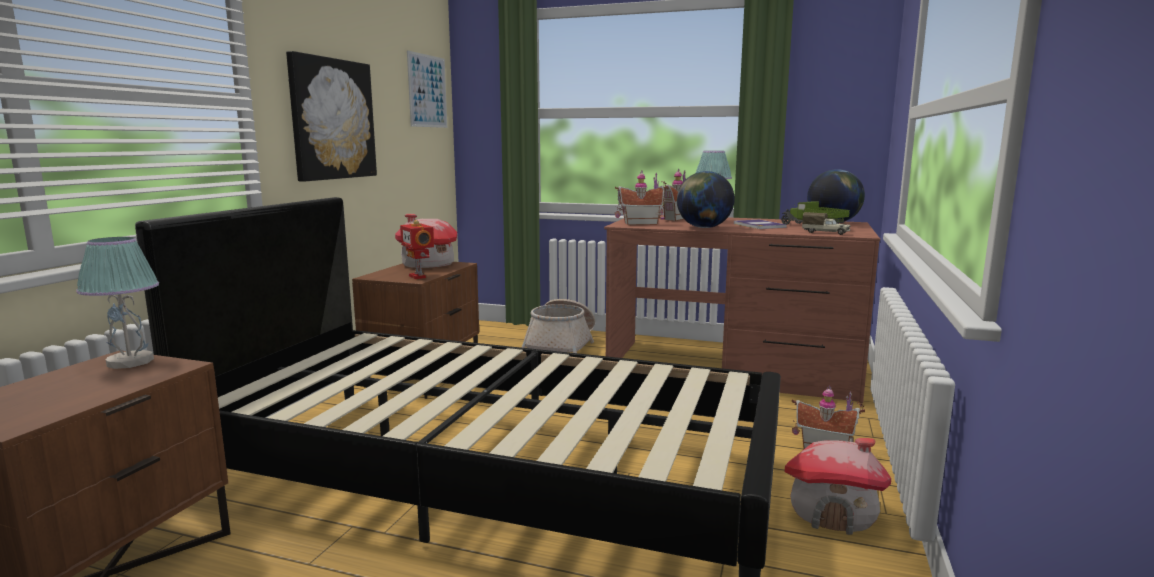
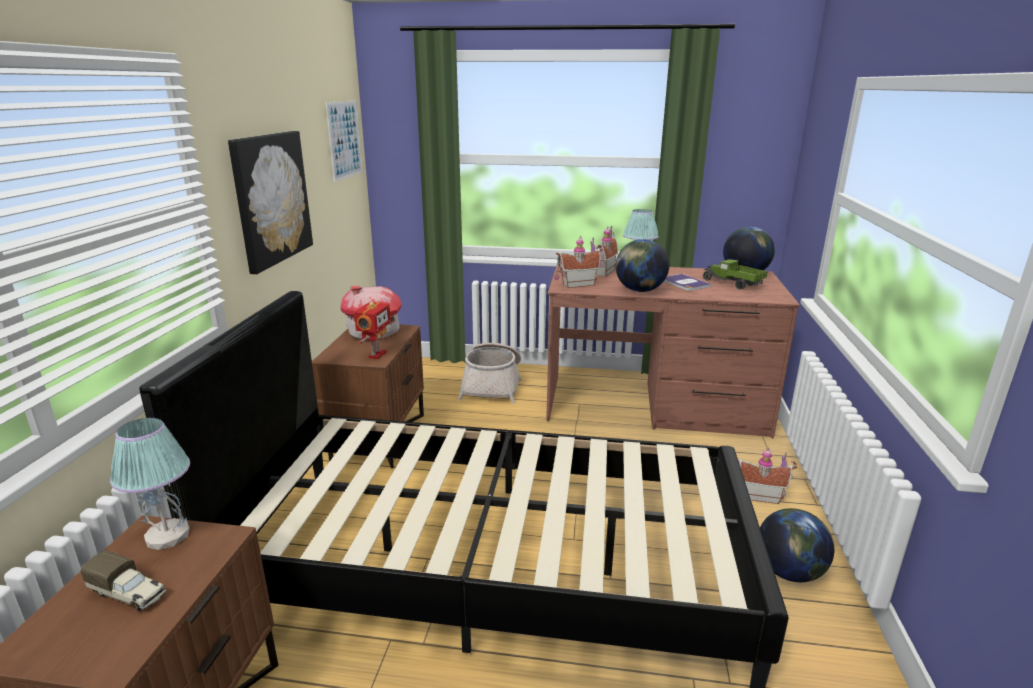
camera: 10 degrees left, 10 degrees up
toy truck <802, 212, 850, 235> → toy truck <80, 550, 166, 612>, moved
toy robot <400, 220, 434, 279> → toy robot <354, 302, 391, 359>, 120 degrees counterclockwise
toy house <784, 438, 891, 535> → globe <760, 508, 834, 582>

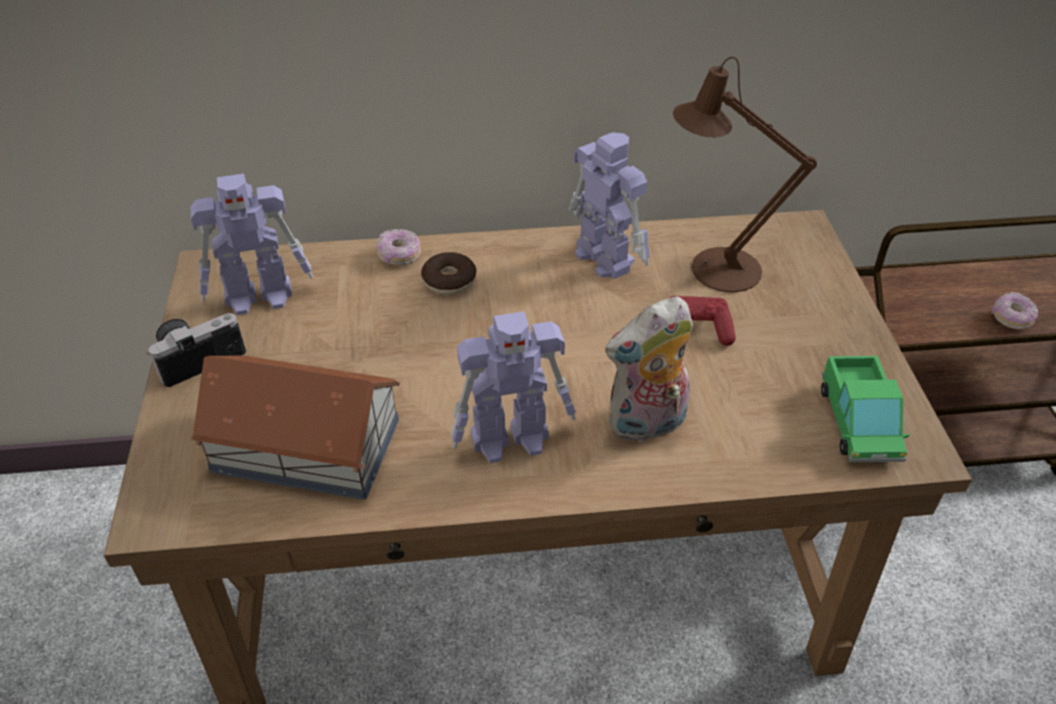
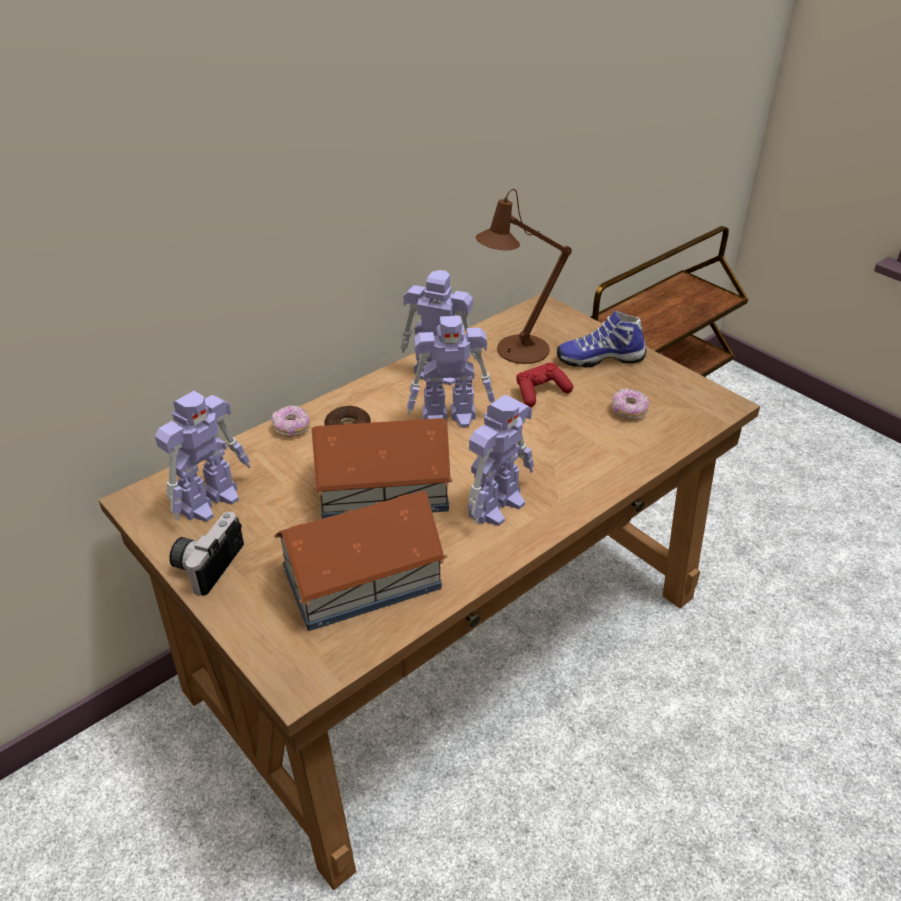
camera: 35 degrees left, 5 degrees down
donut <992, 292, 1039, 329> → donut <612, 388, 649, 420>, moved
plush toy <605, 296, 693, 442> → -
toy truck <821, 356, 910, 462> → -
- → shoe <557, 311, 646, 367>
- → toy robot <407, 316, 495, 428>
- → toy house <312, 418, 453, 519>

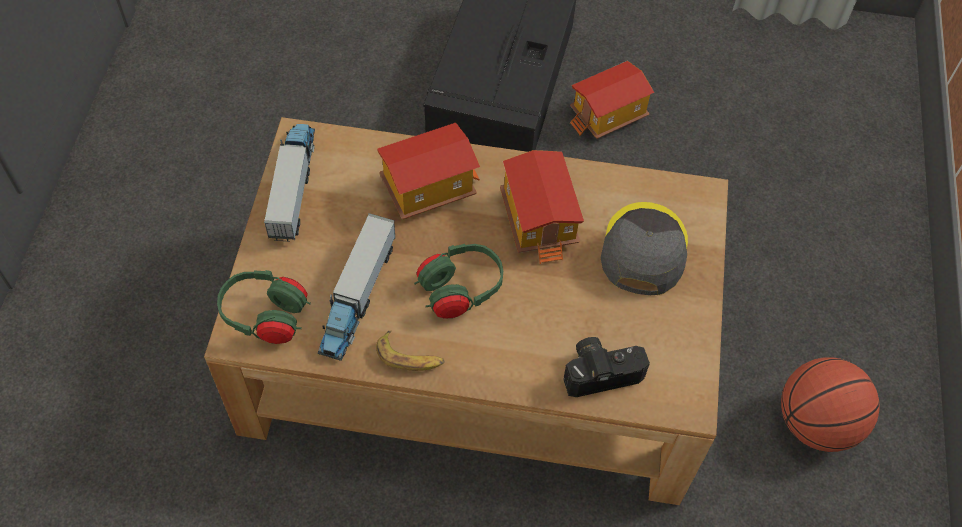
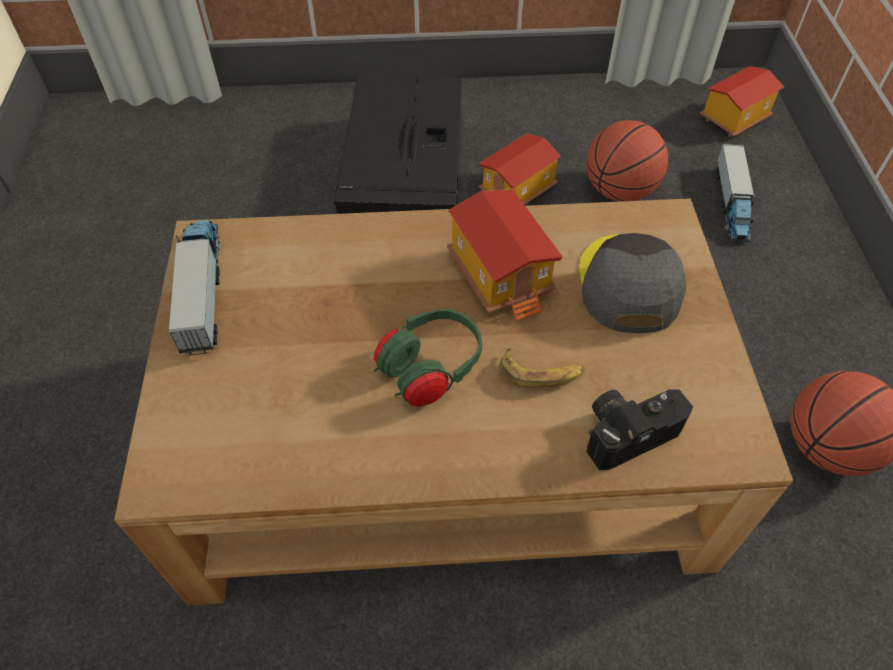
camera: 10 degrees left, 5 degrees down
toy house <377, 123, 480, 220> → toy house <700, 66, 784, 137>, moved
toy truck <318, 213, 395, 361> → toy truck <716, 144, 755, 243>, moved
green headphones <217, 270, 311, 344> → -
banana <376, 331, 445, 371> → banana <499, 348, 585, 388>, moved
- → basketball <586, 120, 668, 202>

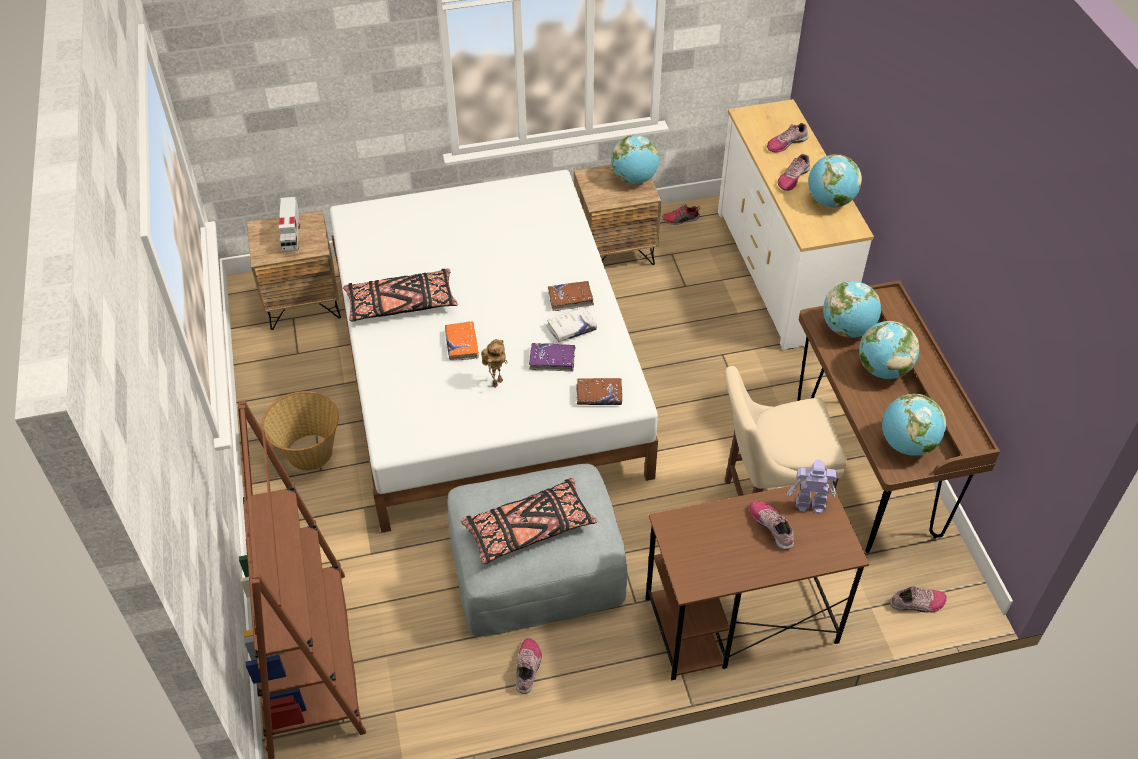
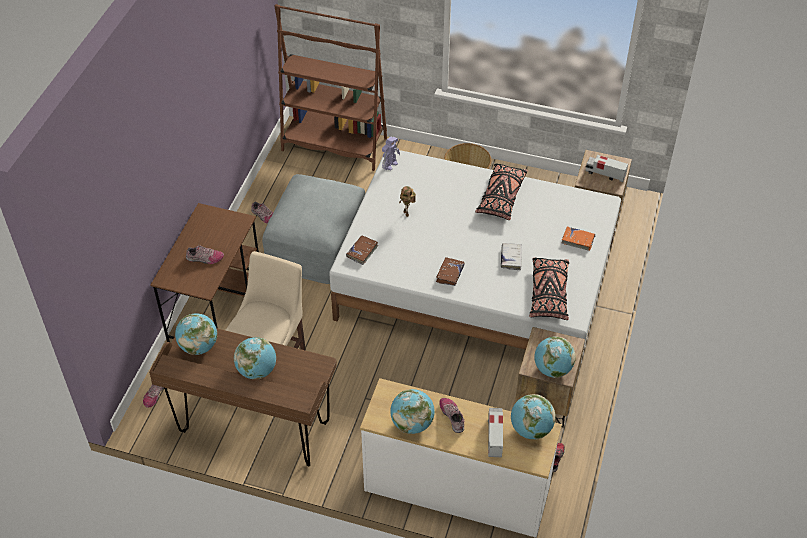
camera: 120 degrees right, 0 degrees up
shoe <767, 123, 808, 153> → toy truck <488, 408, 503, 457>
globe <823, 281, 881, 338> → globe <511, 394, 556, 440>, moved
white book <546, 307, 597, 342> → white book <501, 243, 522, 270>, moved
orange book <445, 321, 479, 360> → orange book <561, 227, 595, 251>, moved
purple book <529, 343, 576, 372> → -
toy robot <786, 459, 837, 514> → toy robot <382, 137, 400, 170>, moved
black pillow <461, 478, 597, 564> → black pillow <529, 257, 569, 320>, moved

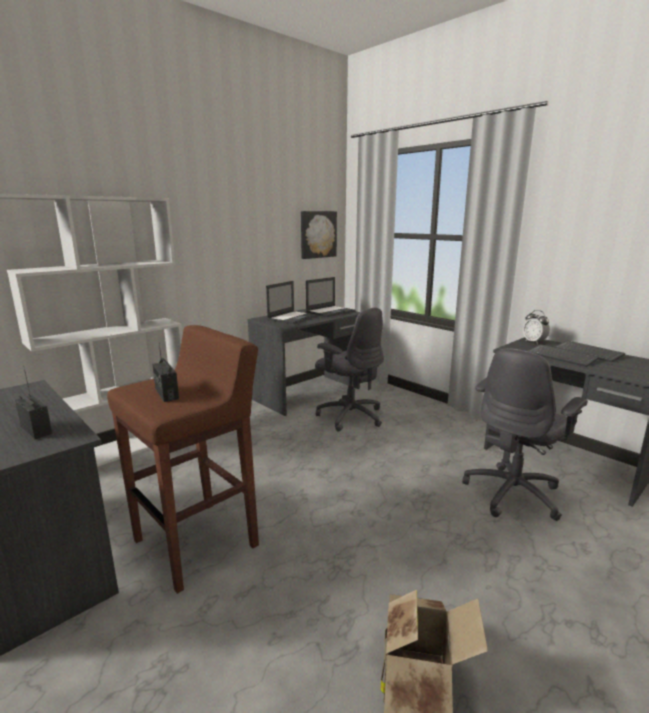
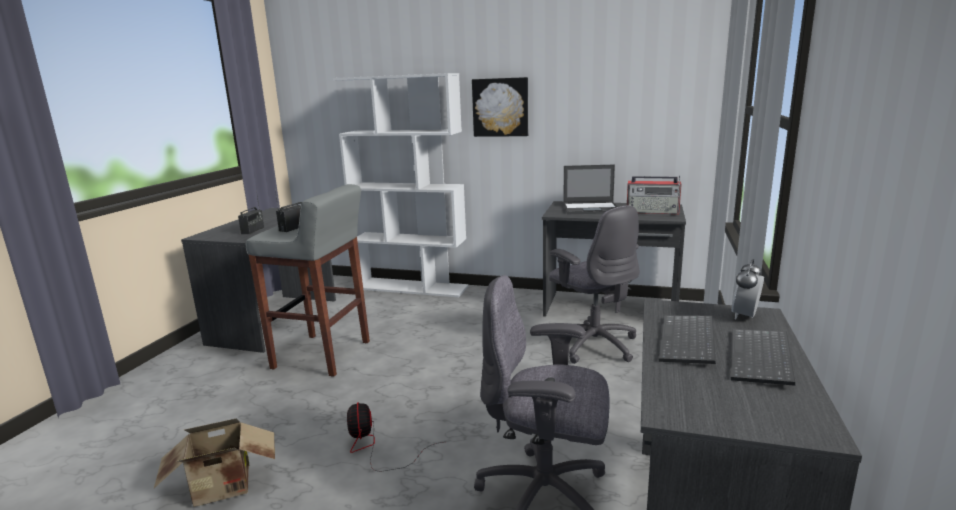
camera: 60 degrees right, 0 degrees up
picture <301, 211, 337, 259> → picture <472, 77, 528, 137>, moved
laptop <306, 277, 355, 317> → radio <627, 176, 682, 214>
grey office chair <315, 308, 384, 432> → grey office chair <549, 205, 640, 364>, 45 degrees counterclockwise
brown stool <107, 325, 259, 594> → grey stool <246, 184, 370, 377>
- → fan <347, 402, 443, 472>

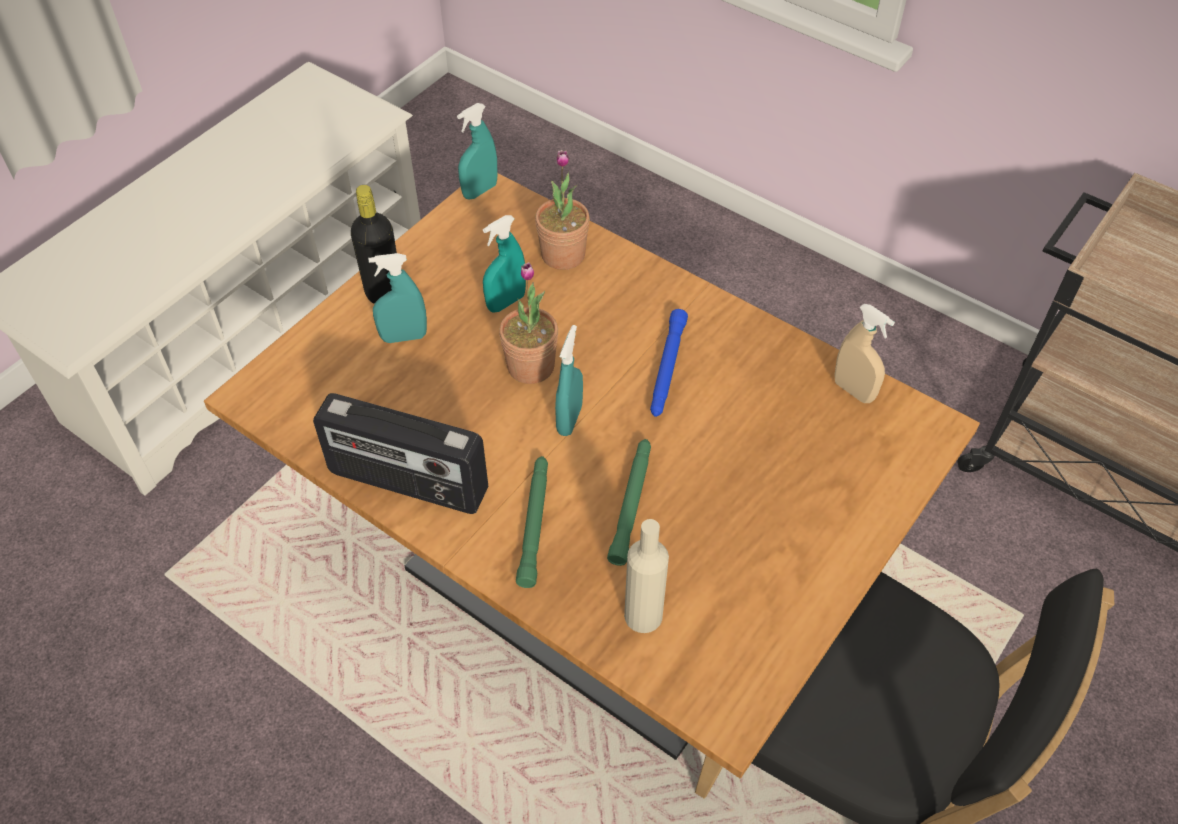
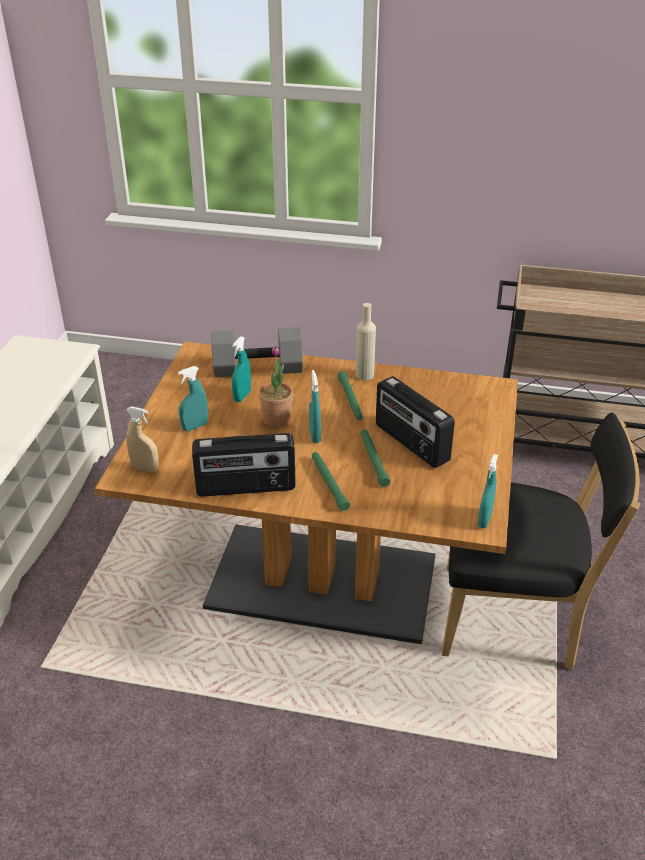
camera: 25 degrees left, 15 degrees down
turquoise spray bottle <457, 103, 497, 200> → turquoise spray bottle <478, 454, 498, 528>, moved
potted plant <535, 150, 590, 270> → grey dumbbell <211, 327, 303, 377>
black bottle <351, 185, 397, 304> → -
beige spray bottle <834, 304, 895, 403> → beige spray bottle <126, 406, 159, 472>, moved
blue flashlight <650, 309, 688, 417> → green flashlight <337, 371, 363, 420>
beige bottle <624, 519, 669, 633> → beige bottle <356, 303, 376, 380>, moved
- → radio <376, 376, 455, 468>

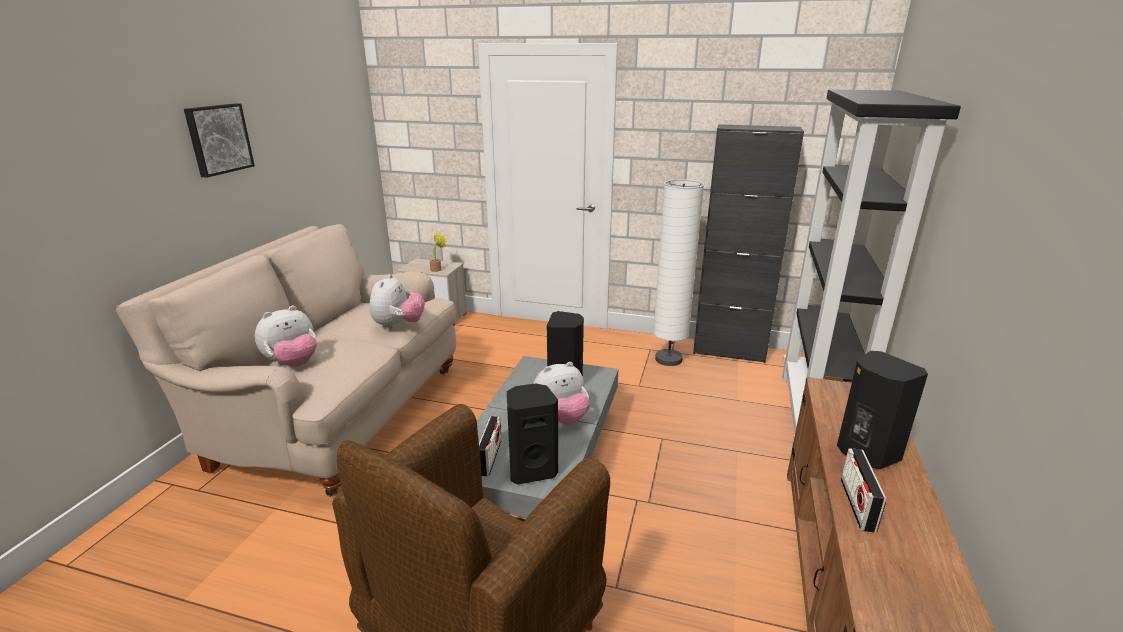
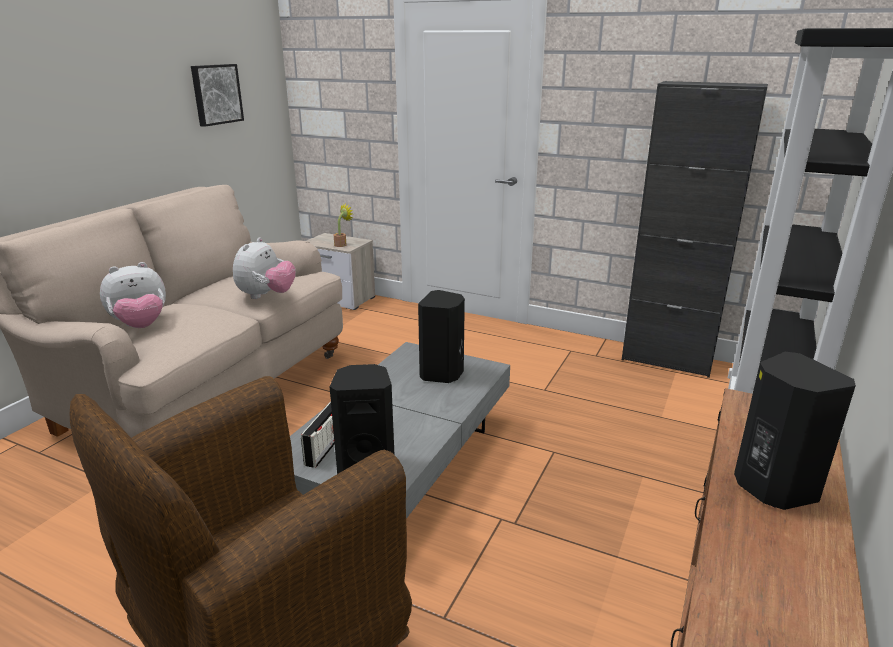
camera: 10 degrees right, 0 degrees up
picture <184, 103, 255, 178> → picture <191, 64, 244, 127>, moved
white floor lamp <653, 179, 704, 366> → -
plush toy <533, 362, 590, 425> → -
radio <841, 448, 886, 532> → -

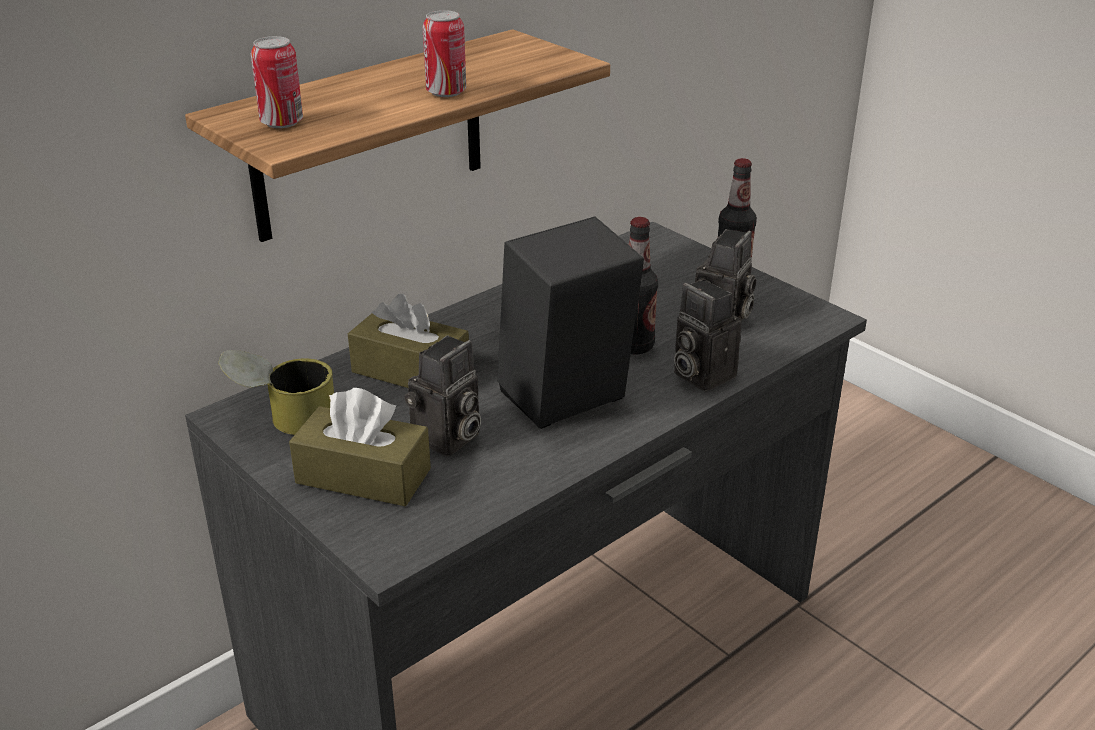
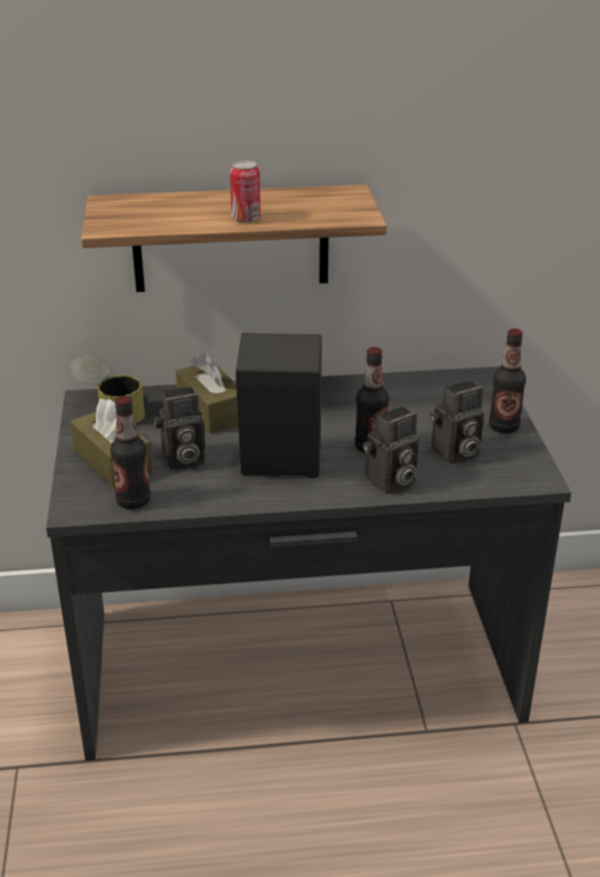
camera: 35 degrees right, 0 degrees up
can <251, 36, 303, 128> → -
photo camera <674, 279, 741, 392> → photo camera <363, 406, 419, 494>, 120 degrees counterclockwise
- → bottle <110, 396, 151, 509>

